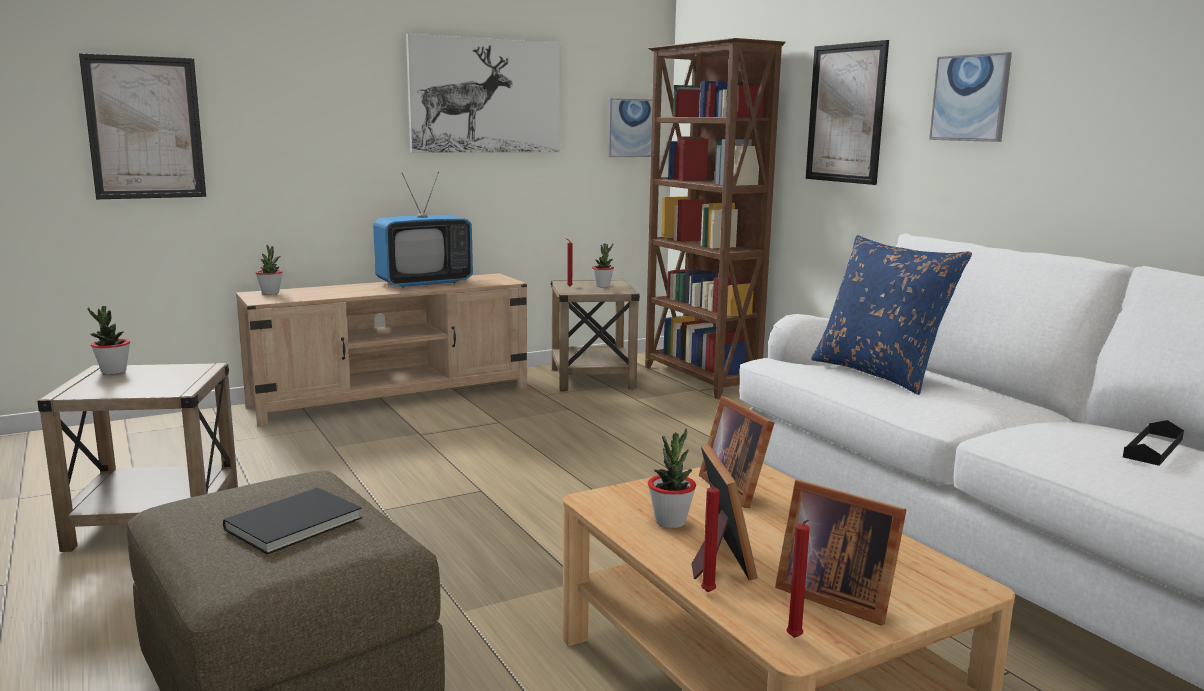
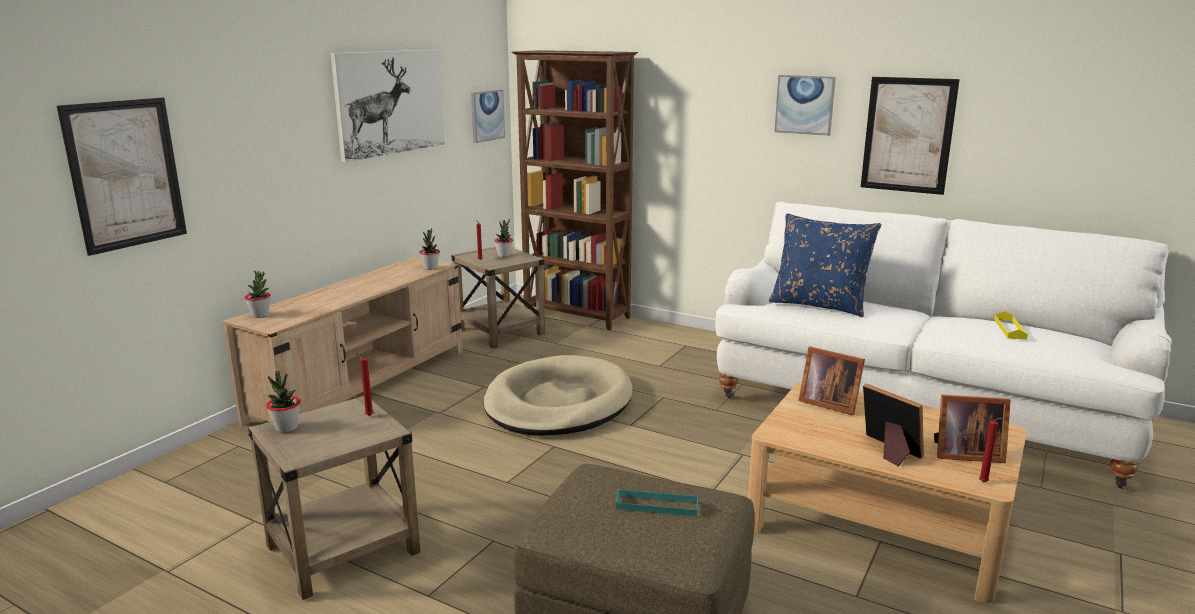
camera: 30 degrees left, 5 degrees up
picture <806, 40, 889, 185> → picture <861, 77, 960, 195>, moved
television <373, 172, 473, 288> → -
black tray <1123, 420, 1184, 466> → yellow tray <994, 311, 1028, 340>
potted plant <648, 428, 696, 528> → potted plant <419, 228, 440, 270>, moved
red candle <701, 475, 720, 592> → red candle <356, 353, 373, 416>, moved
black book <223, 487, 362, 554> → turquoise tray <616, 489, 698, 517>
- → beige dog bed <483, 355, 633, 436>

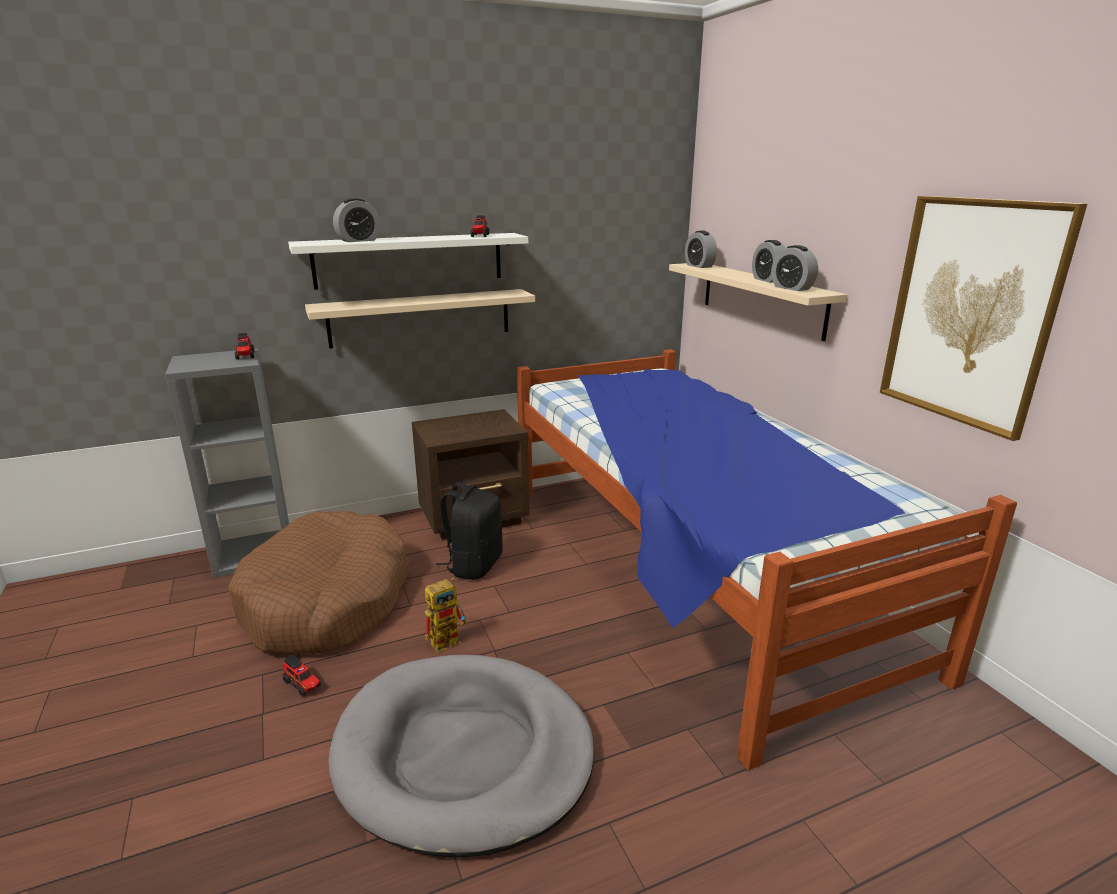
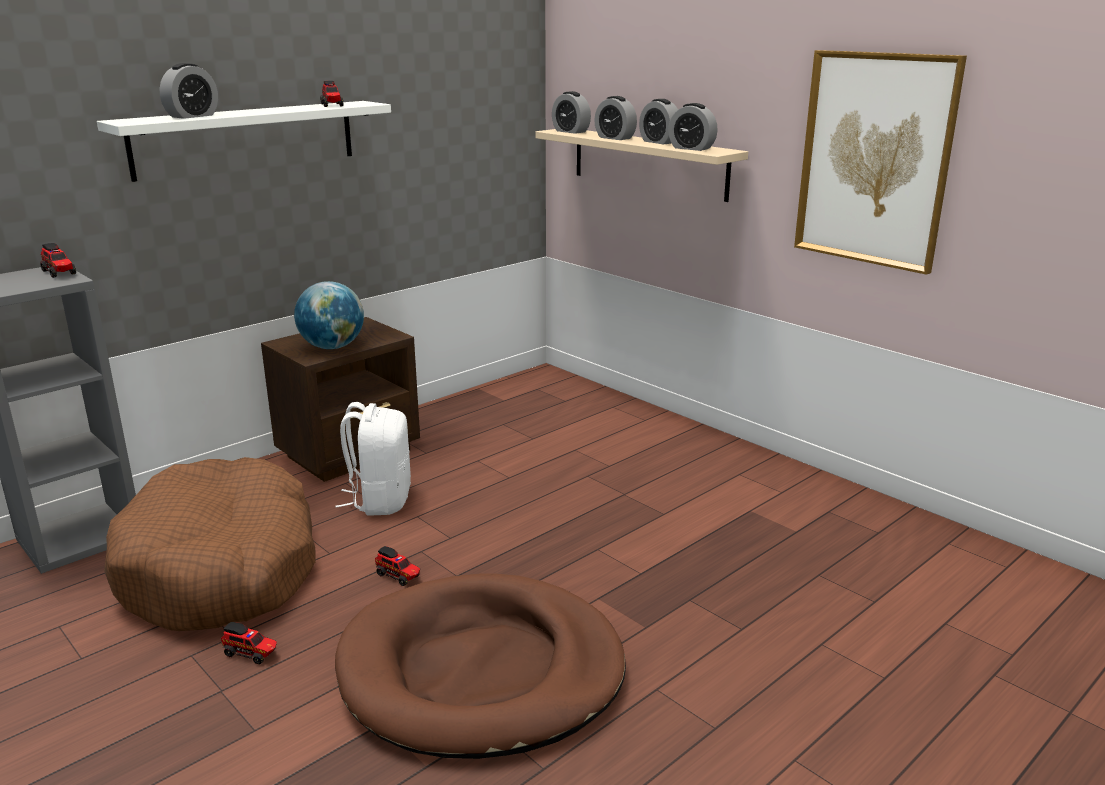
camera: 20 degrees left, 0 degrees up
beige shelf <305, 289, 535, 349> → -
bed <517, 349, 1017, 770> → -
black backpack <436, 482, 503, 580> → white backpack <336, 402, 411, 516>
toy robot <425, 577, 468, 653> → toy truck <375, 546, 420, 586>
grey dog bed <328, 655, 594, 857> → brown dog bed <335, 573, 626, 759>
- → alarm clock <594, 96, 637, 140>
- → globe <294, 281, 364, 349>

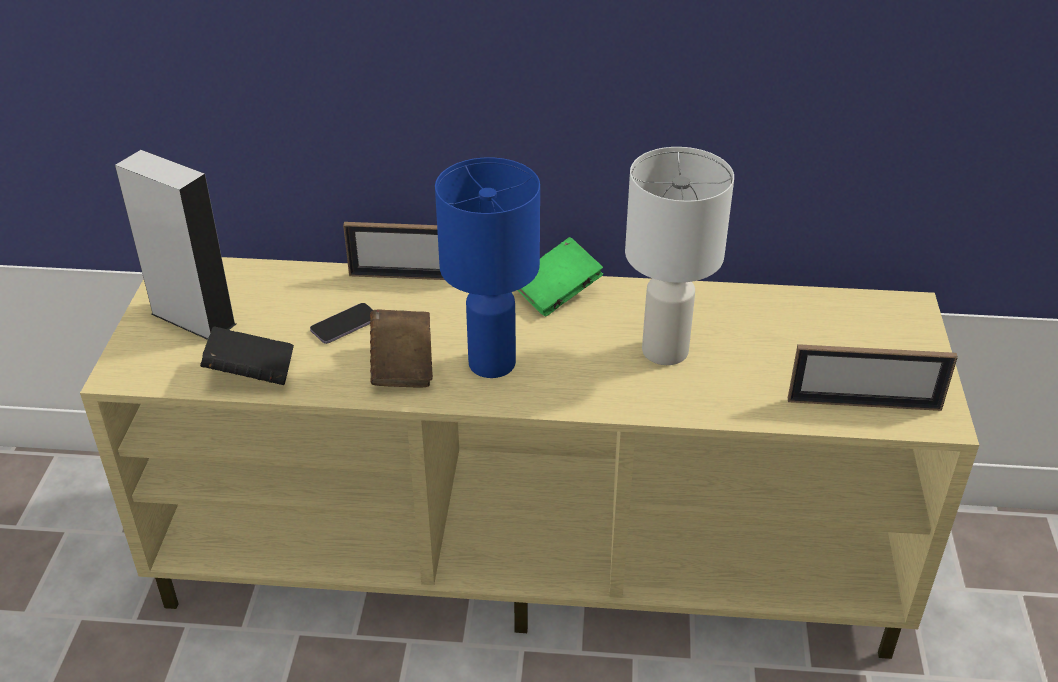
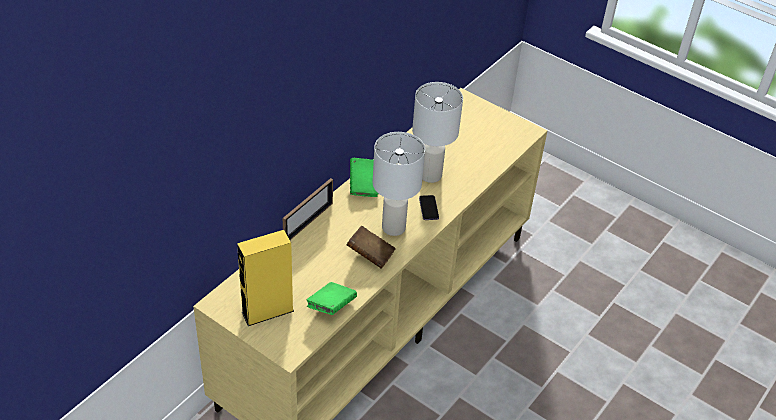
camera: 60 degrees left, 5 degrees up
grey speaker <115, 150, 236, 340> → yellow speaker <237, 230, 294, 326>
blue table lamp <435, 157, 540, 378> → white table lamp <373, 132, 425, 236>
phone <310, 303, 373, 344> → phone <419, 195, 439, 220>, moved
black book <200, 326, 294, 385> → green book <306, 282, 357, 315>
picture frame <788, 344, 958, 411> → -

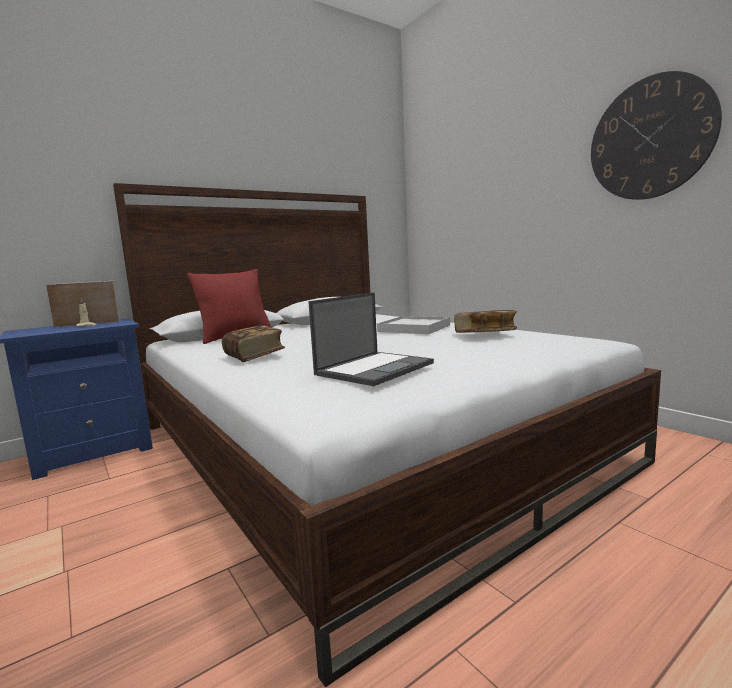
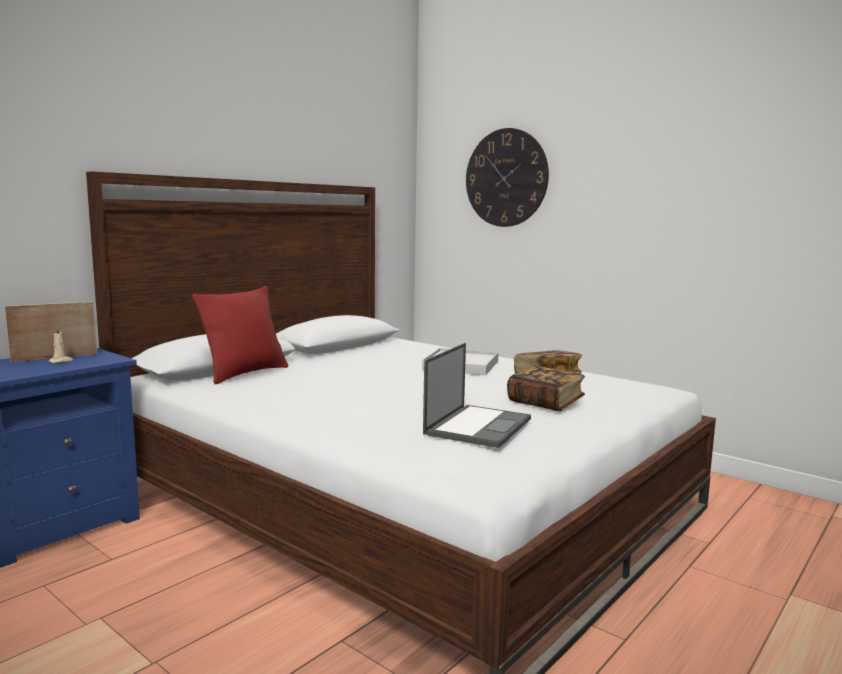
camera: 15 degrees left, 0 degrees up
wall clock <591, 71, 722, 200> → wall clock <466, 128, 549, 227>, moved
book <222, 325, 285, 362> → book <507, 366, 585, 411>, moved

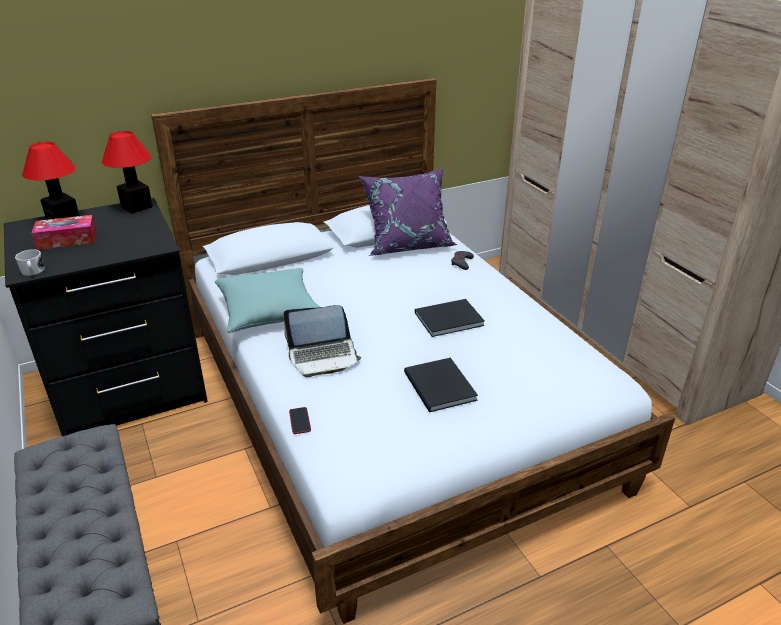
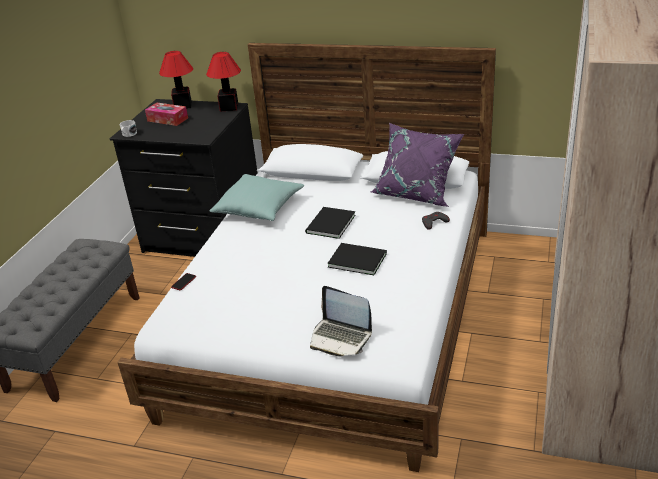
camera: 45 degrees right, 0 degrees up
laptop <283, 305, 362, 377> → laptop <310, 286, 372, 357>, moved
black book <404, 357, 478, 412> → black book <305, 207, 355, 239>, moved

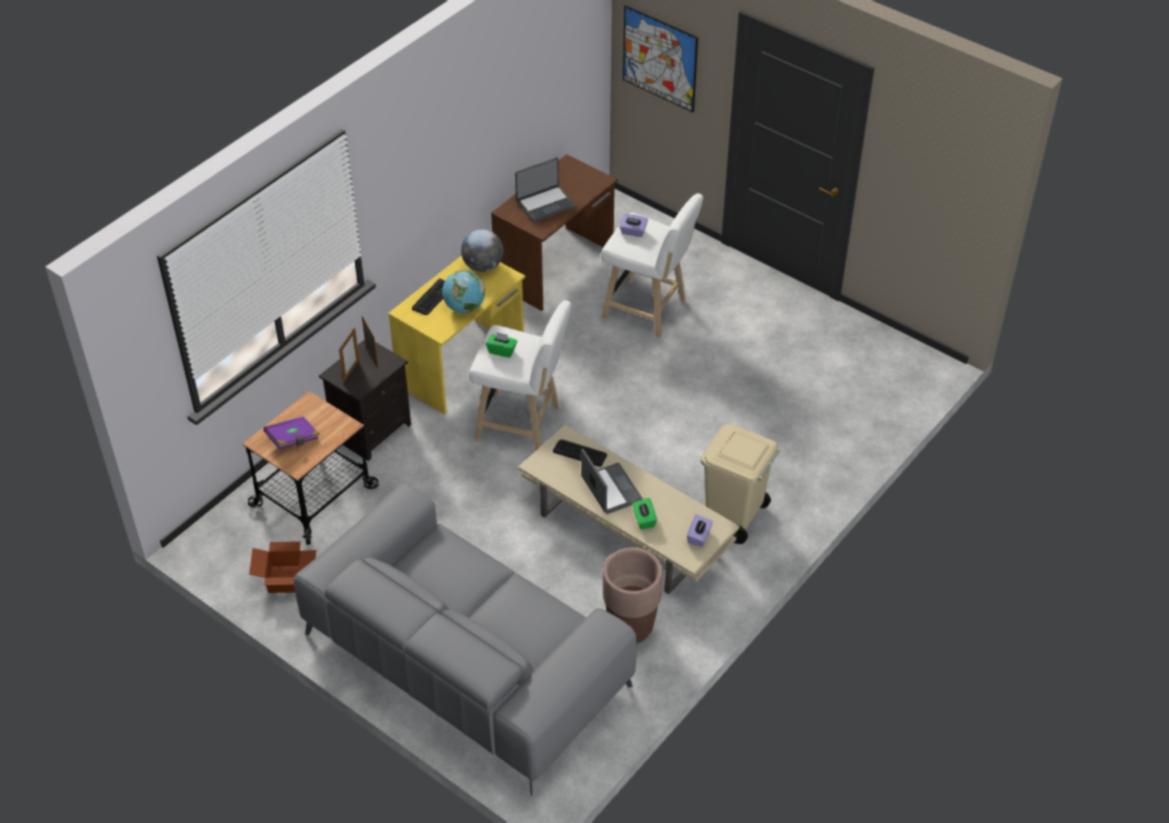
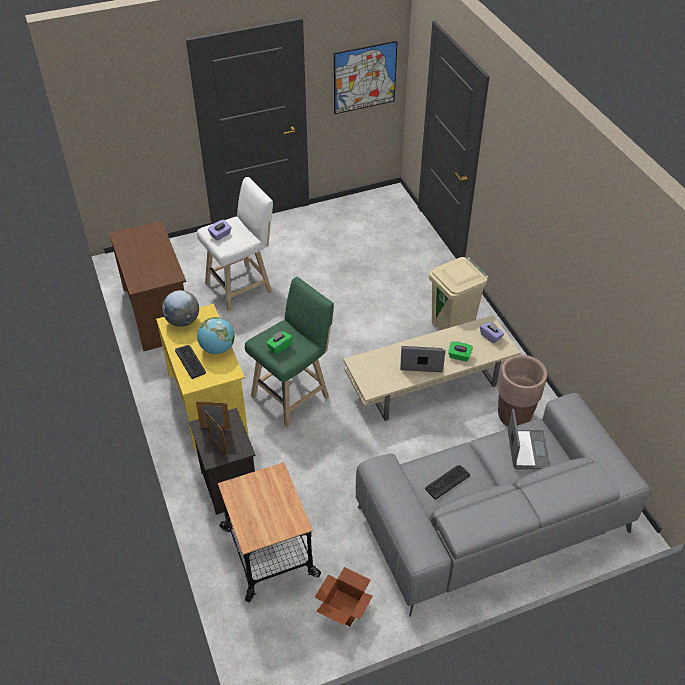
camera: 60 degrees left, 0 degrees up
picture <623, 5, 698, 112> → picture <334, 41, 398, 114>, moved
laptop <515, 157, 576, 222> → laptop <508, 409, 550, 469>, moved
white stool <469, 300, 572, 450> → green stool <245, 277, 334, 427>
purple book <263, 417, 320, 449> → -
keyboard <553, 439, 607, 467> → keyboard <425, 465, 470, 500>, moved

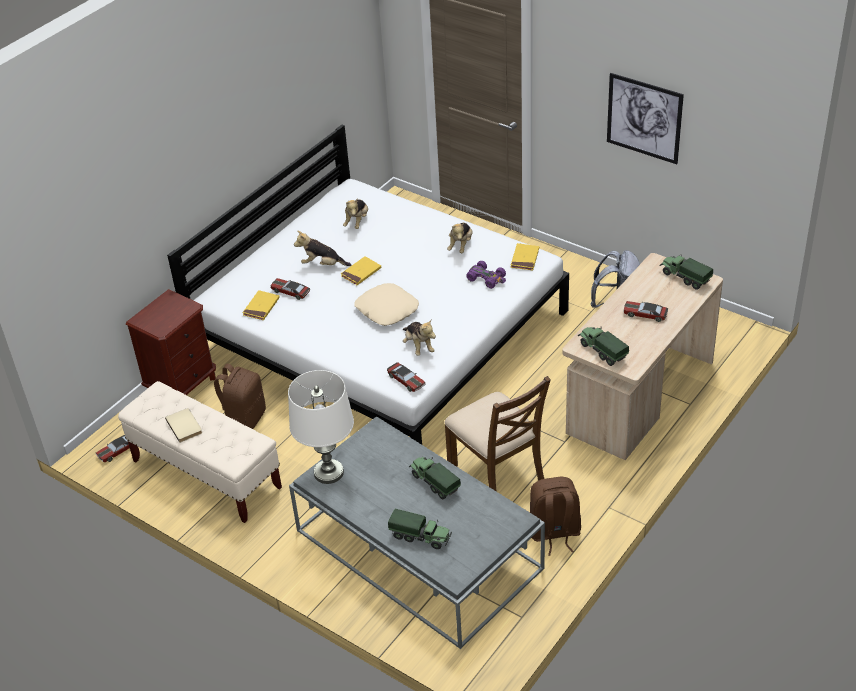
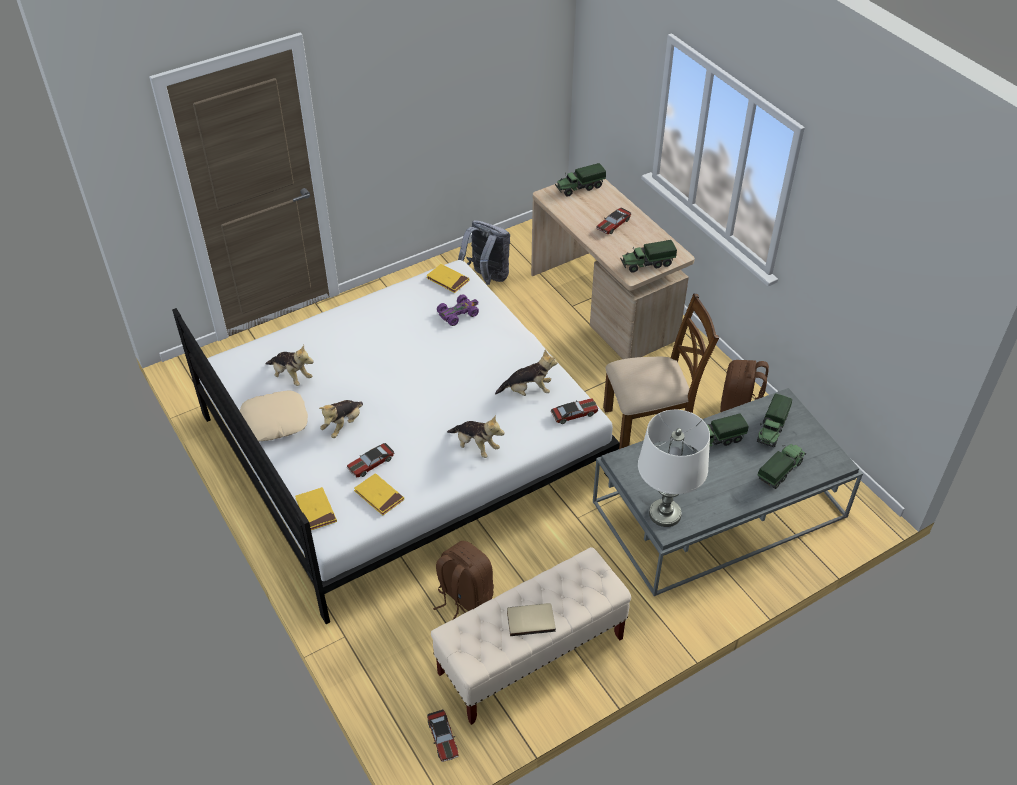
camera: 70 degrees left, 5 degrees up
picture <607, 73, 684, 164> → -
plush toy <447, 223, 473, 253> → plush toy <447, 415, 505, 458>, moved
yellow book <341, 256, 381, 285> → yellow book <295, 487, 337, 530>, moved
beige pillow <354, 283, 419, 326> → beige pillow <240, 390, 308, 442>, moved
brown nightstand <126, 289, 216, 395> → -
- → toy truck <757, 393, 792, 447>

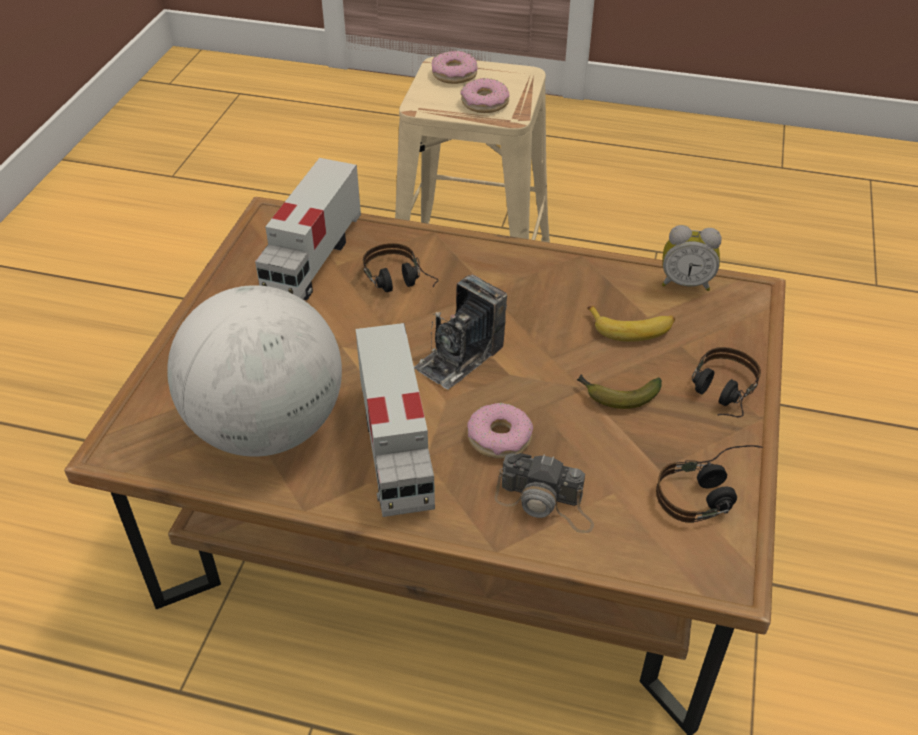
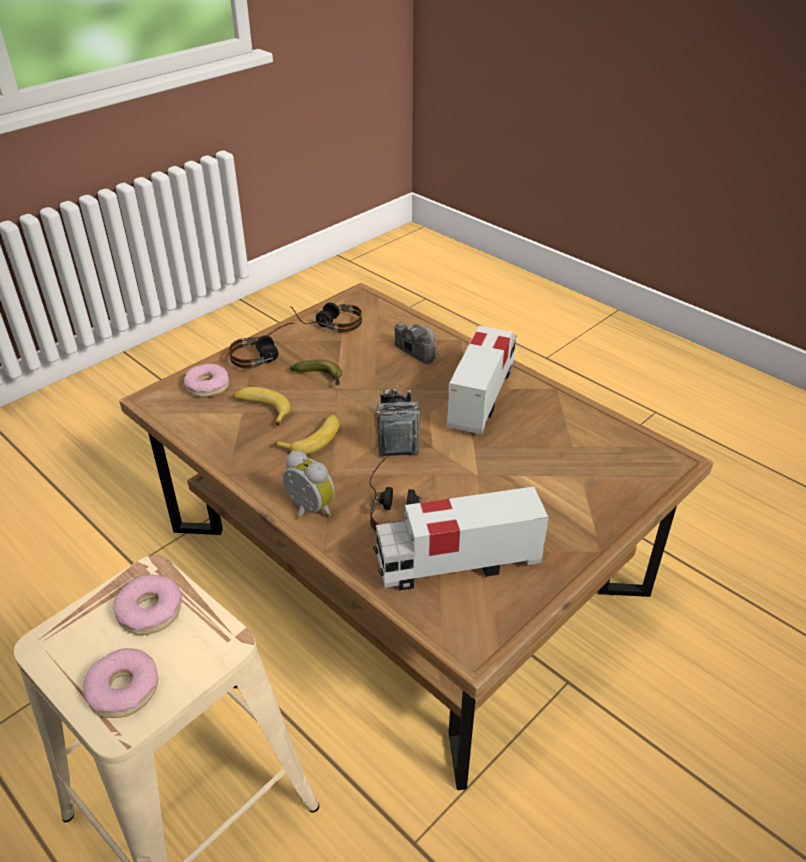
camera: 150 degrees left, 5 degrees down
toy truck <255, 158, 361, 300> → toy truck <373, 487, 549, 590>, 150 degrees counterclockwise
alarm clock <662, 225, 722, 291> → alarm clock <283, 451, 335, 519>, moved
photo camera <414, 274, 507, 389> → photo camera <377, 386, 420, 457>, 75 degrees counterclockwise
globe <167, 285, 342, 457> → -
donut <467, 403, 533, 459> → donut <184, 364, 229, 397>, moved
- → banana <274, 414, 340, 455>

